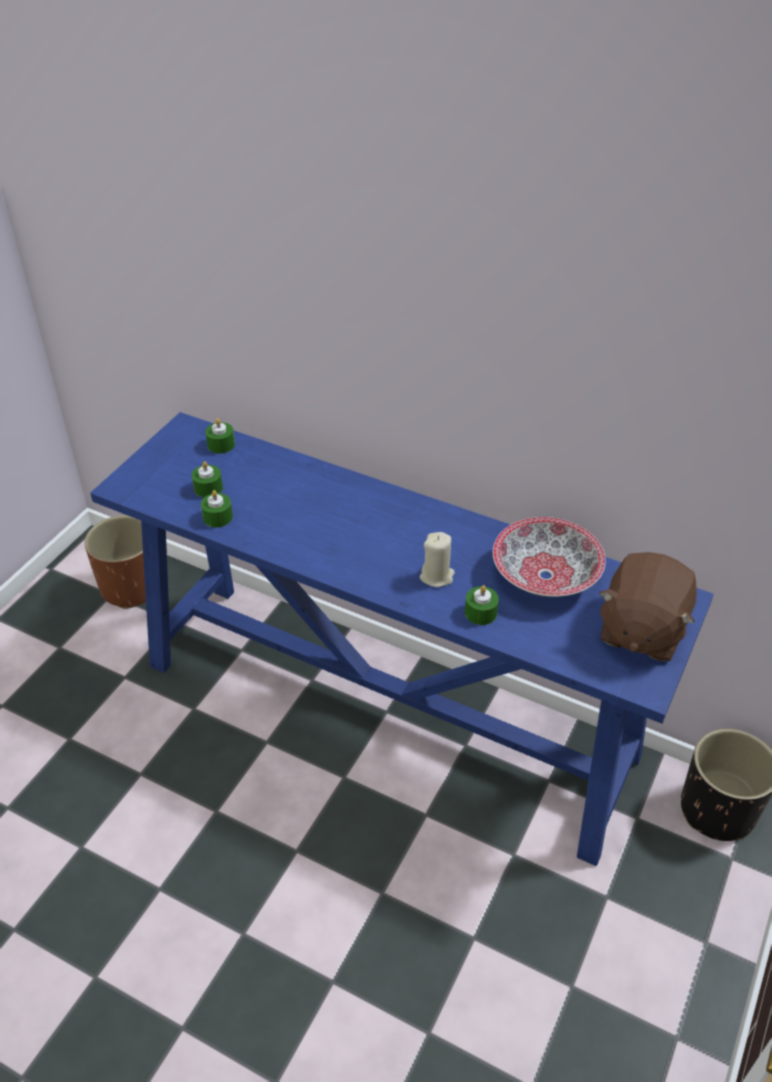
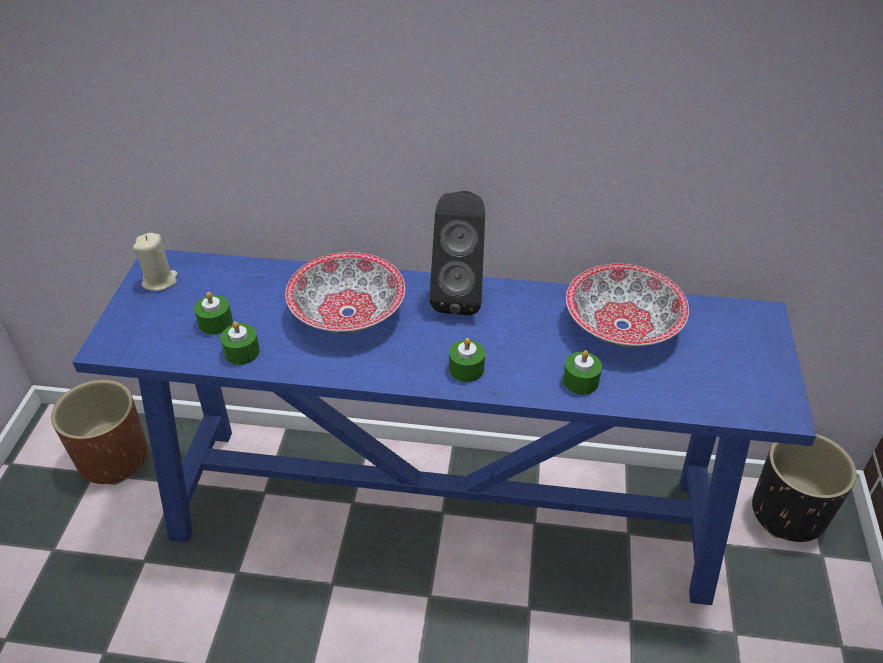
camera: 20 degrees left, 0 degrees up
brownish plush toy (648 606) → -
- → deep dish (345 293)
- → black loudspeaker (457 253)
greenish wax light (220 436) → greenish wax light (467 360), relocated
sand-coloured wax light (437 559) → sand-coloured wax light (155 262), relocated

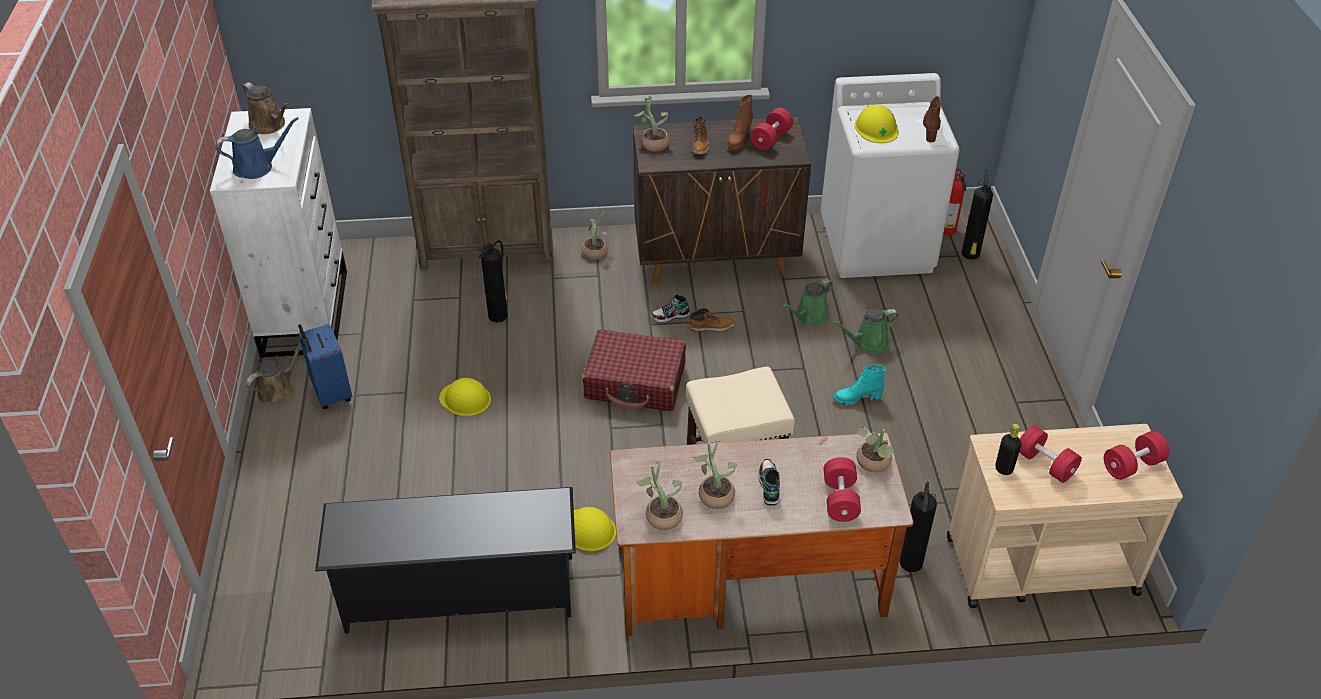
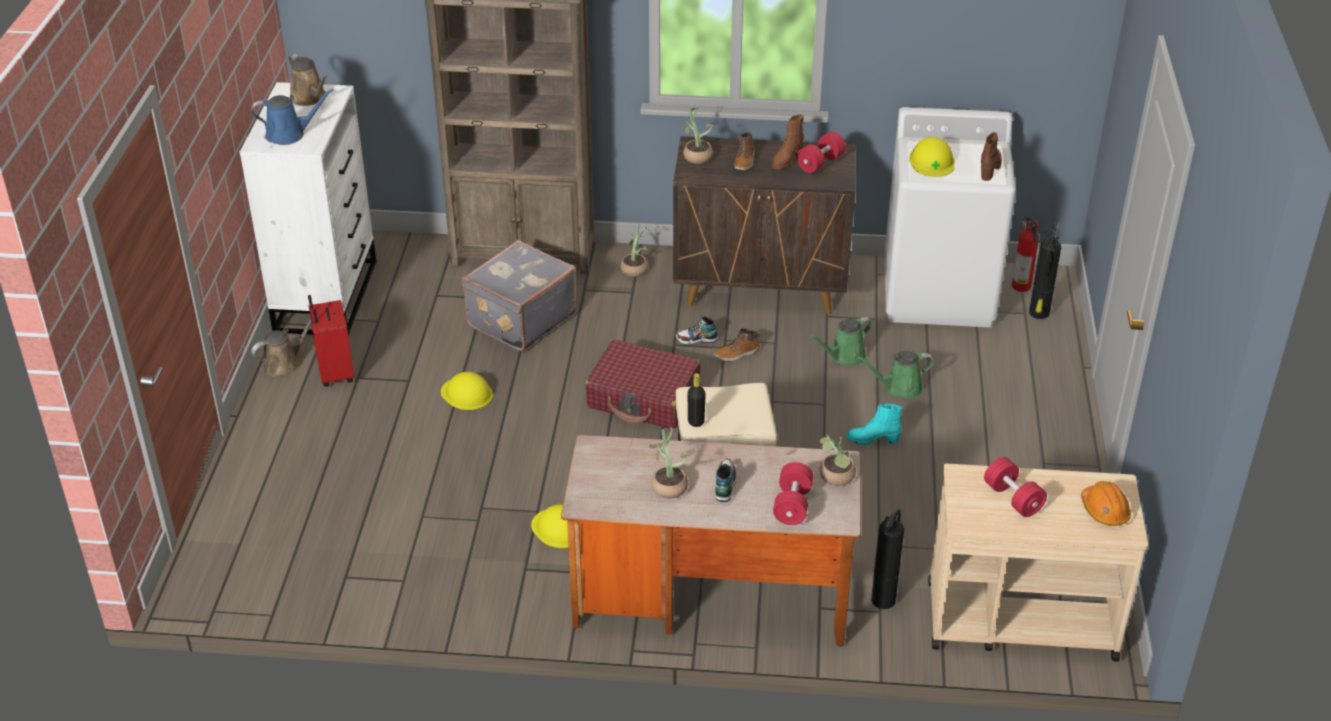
camera: 10 degrees right, 5 degrees down
black shoe shelf (445 560) → -
potted plant (660 495) → -
black drink bottle (1008 449) → black drink bottle (697 400), relocated
fire-fighting cylinder (493 281) → grey piece of luggage (519 295)
red-coloured free weight (1137 455) → orangey hard hat (1106 503)
bluish piece of luggage (325 366) → red-coloured piece of luggage (331 341)
tall boot (712 320) → tall boot (737 344), 150 degrees clockwise

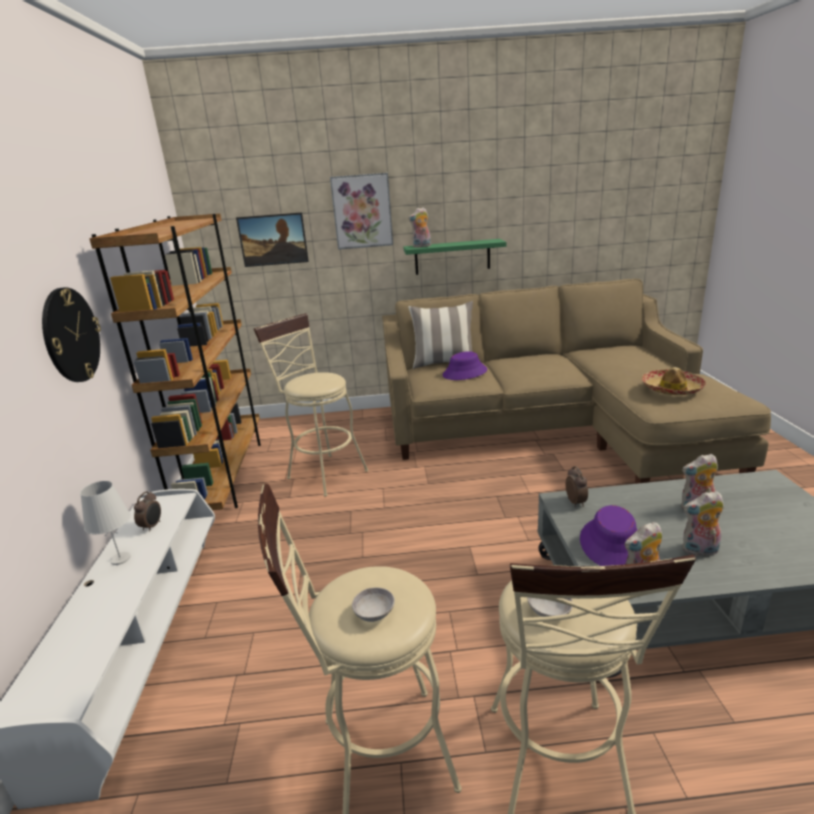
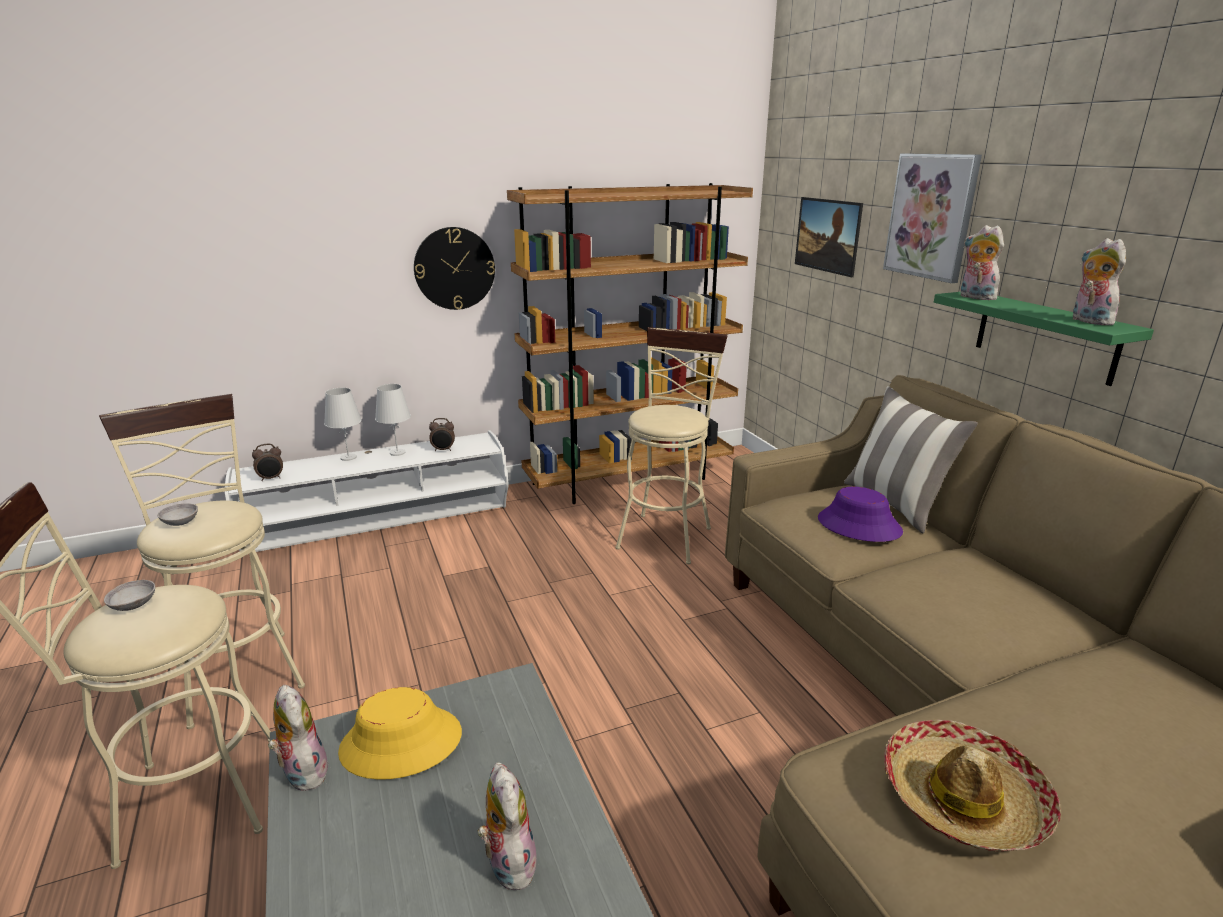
camera: 70 degrees right, 0 degrees up
- → whitish tabletop lamp (343 424)
bedside clock (577 486) → bedside clock (267 462), relocated
plush toy (703 523) → plush toy (1099 281), relocated
purple-coloured clothing hat (609 535) → yellowish clothing hat (400 733)

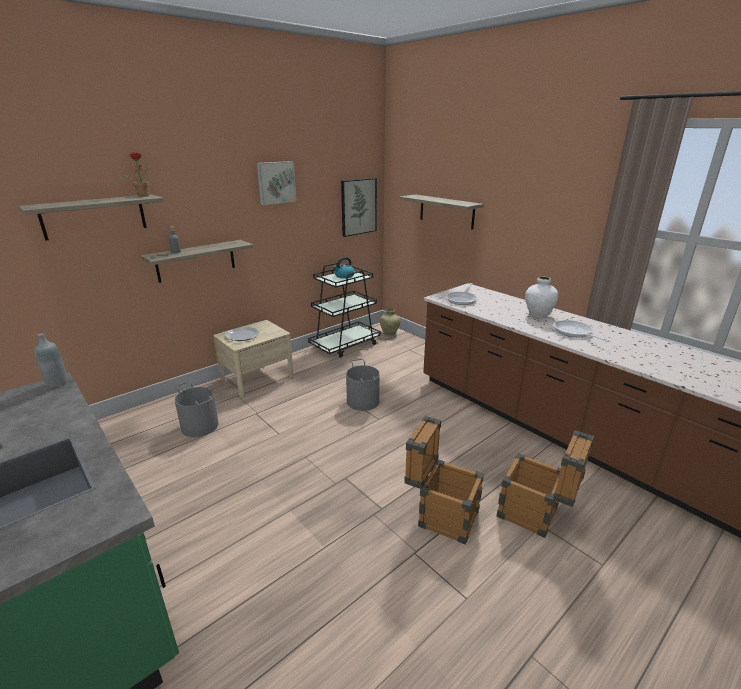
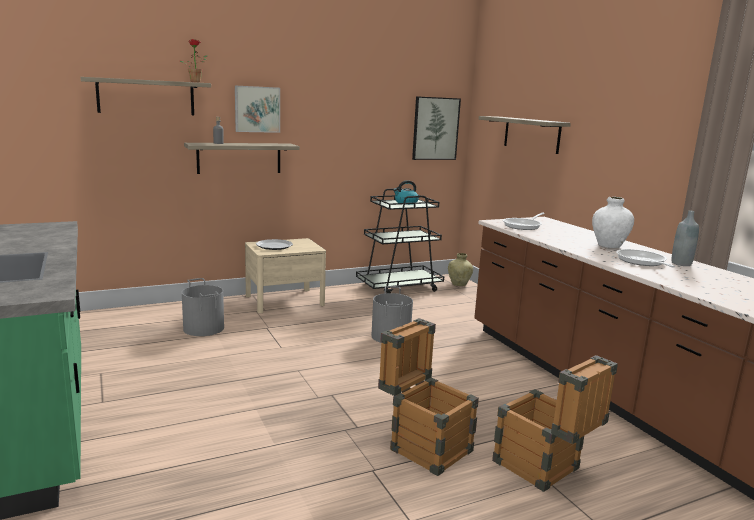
camera: 15 degrees right, 10 degrees down
grey drink bottle (51 360) → grey drink bottle (685 238), relocated
picture (276 183) → picture (257 109), relocated

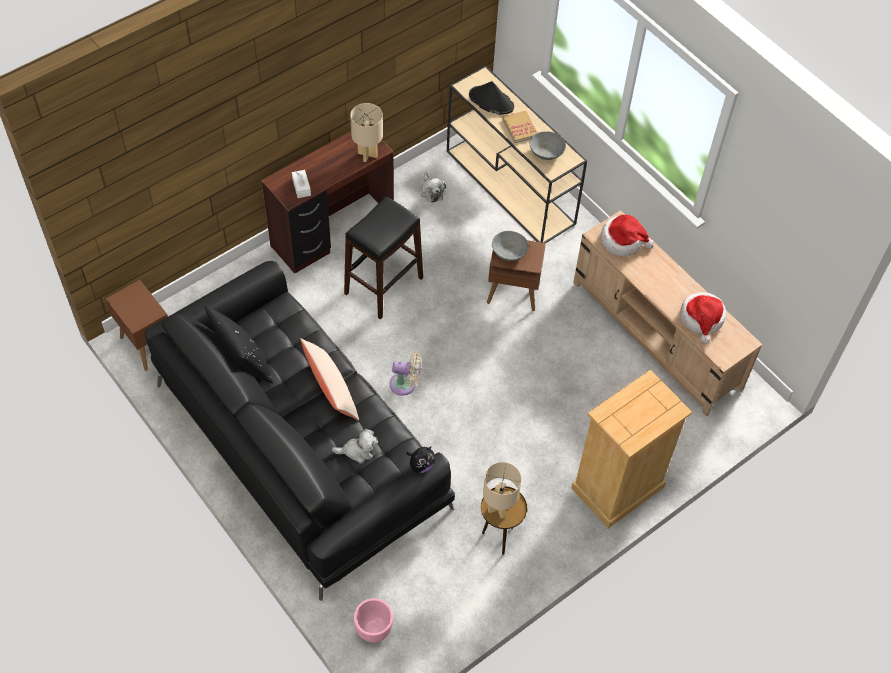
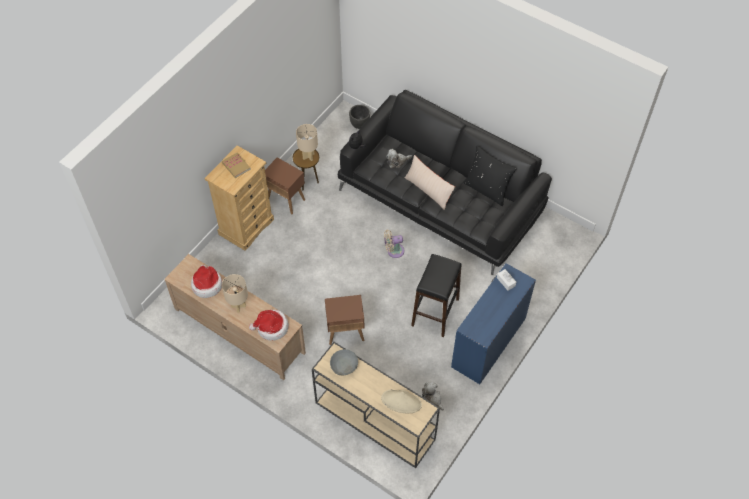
camera: 165 degrees right, 0 degrees up
grey deep dish (510 246) → -
brownish side table (137 325) → brownish side table (285 185), relocated
sand-coloured tabletop lamp (366 132) → sand-coloured tabletop lamp (235 293), relocated
bound book (520 127) → bound book (236 165), relocated
brownish desk unit (328 199) → bluish desk unit (493 323)
pink-coloured flower pot (373 620) → black flower pot (359 117)
black clothing hat (491 98) → sand-coloured clothing hat (401 401)

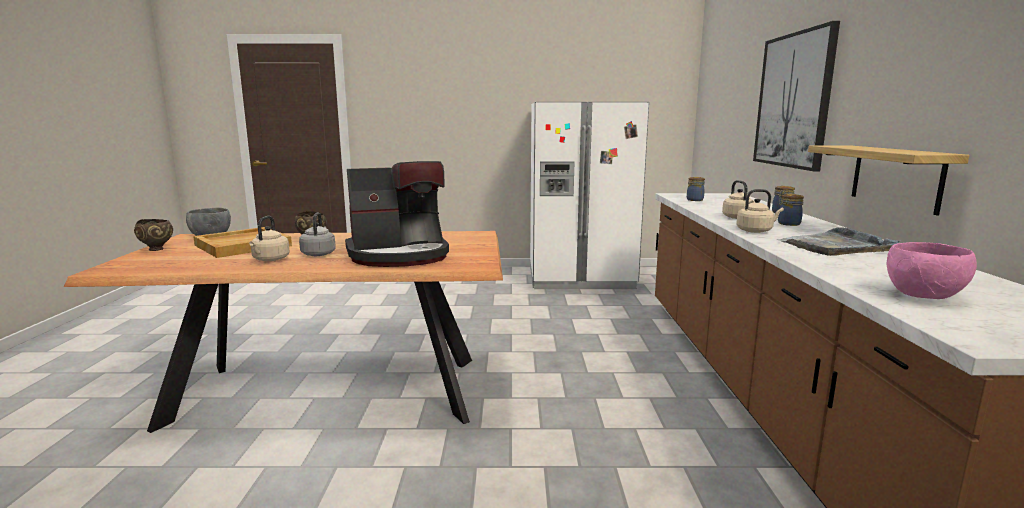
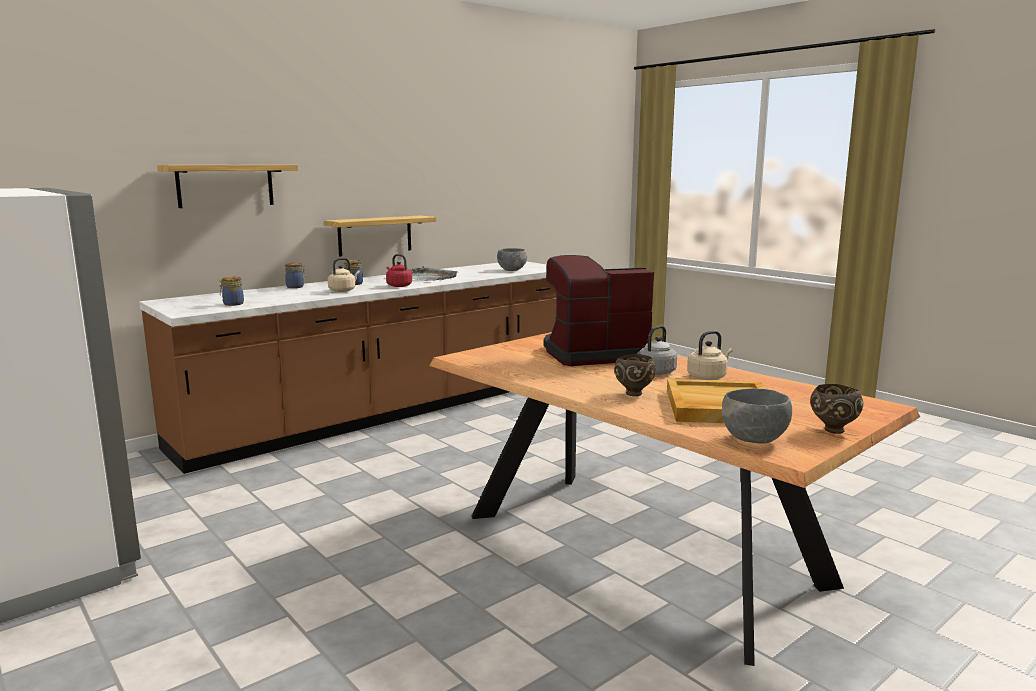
camera: 130 degrees left, 0 degrees up
picture (796 96) → wall shelf (227 186)
sand-coloured water kettle (760 211) → red-coloured water kettle (399 270)
pink-coloured deep dish (932 270) → grey deep dish (512 259)
coffee machine (397 214) → coffee machine (599 310), 45 degrees counterclockwise

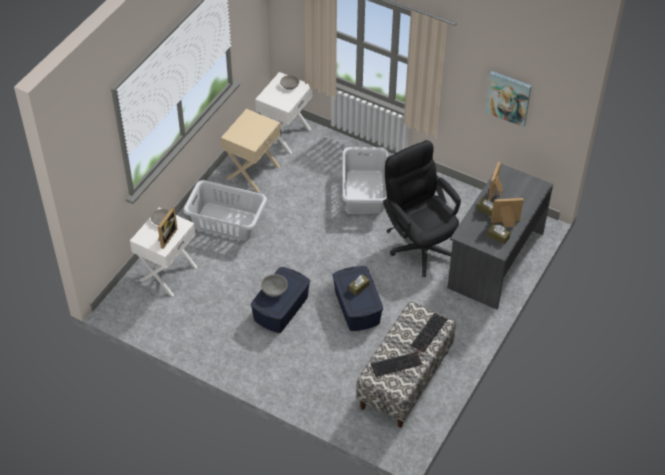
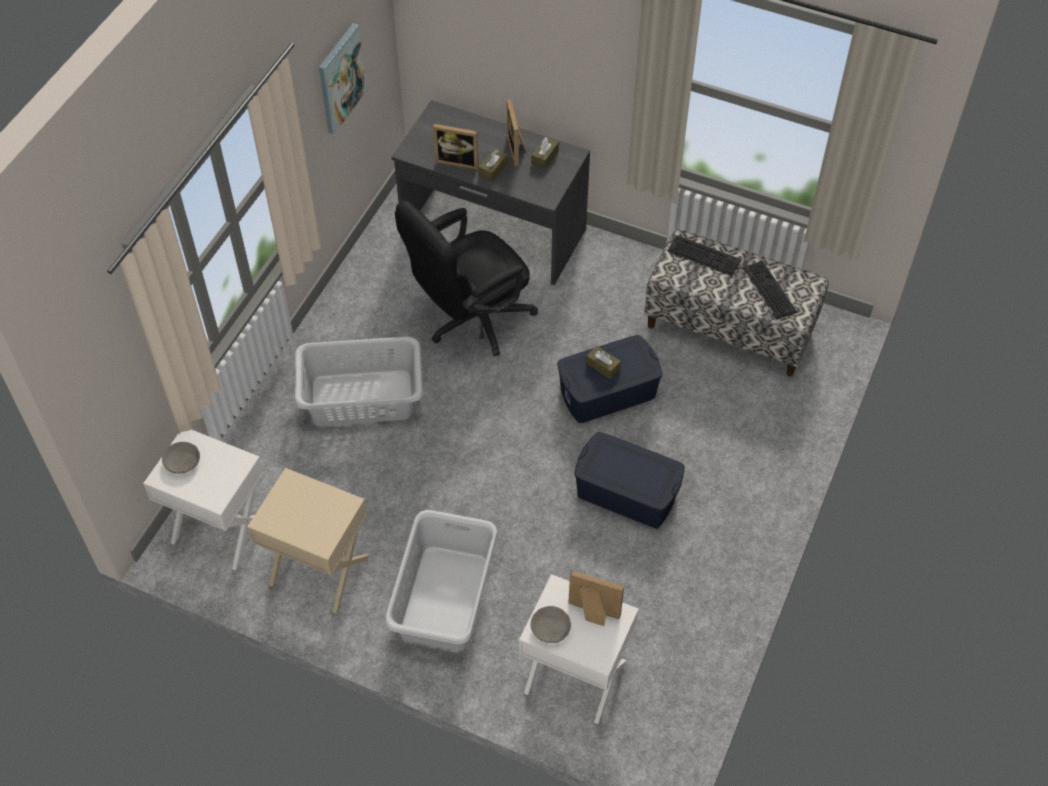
camera: 95 degrees left, 5 degrees up
grey deep dish (274 285) → -

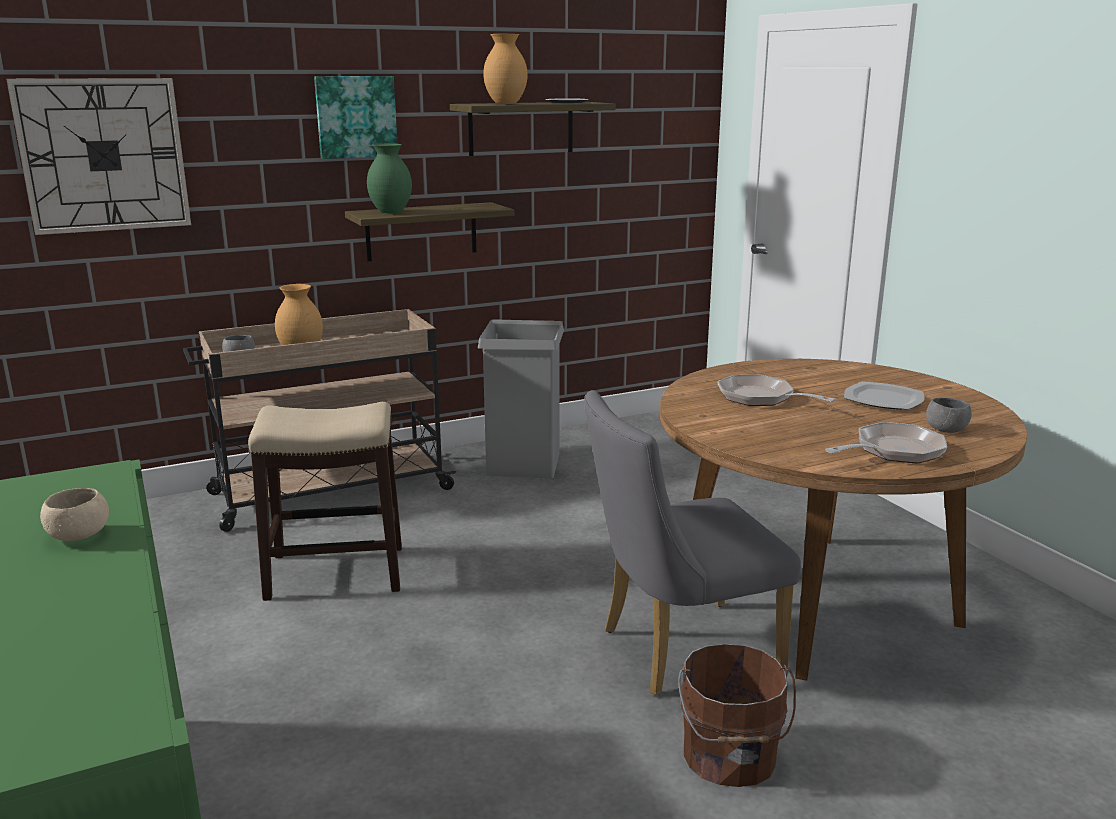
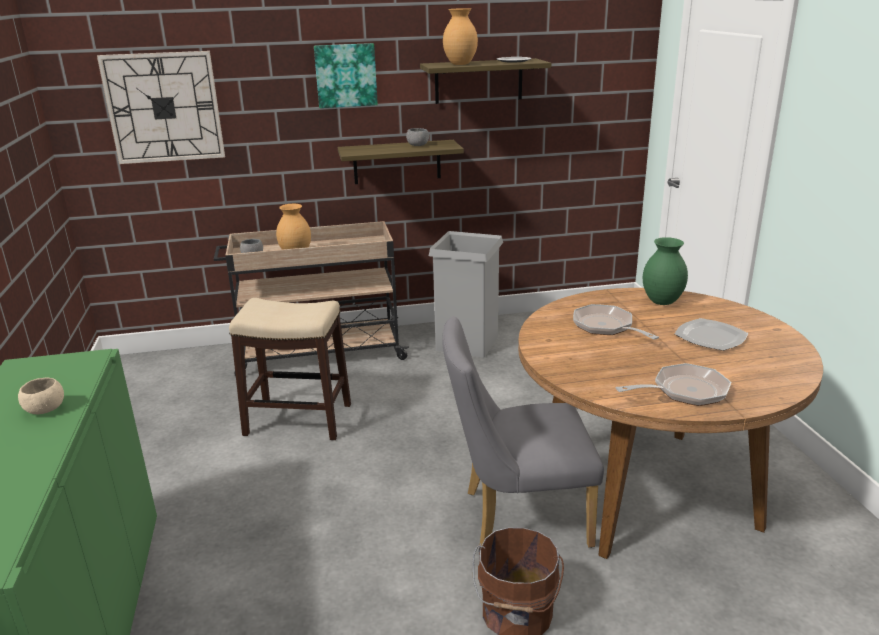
camera: 15 degrees right, 5 degrees up
greenish decorative vase (389 178) → greenish decorative vase (665 271), relocated
grey deep dish (949 415) → grey deep dish (417 137), relocated

